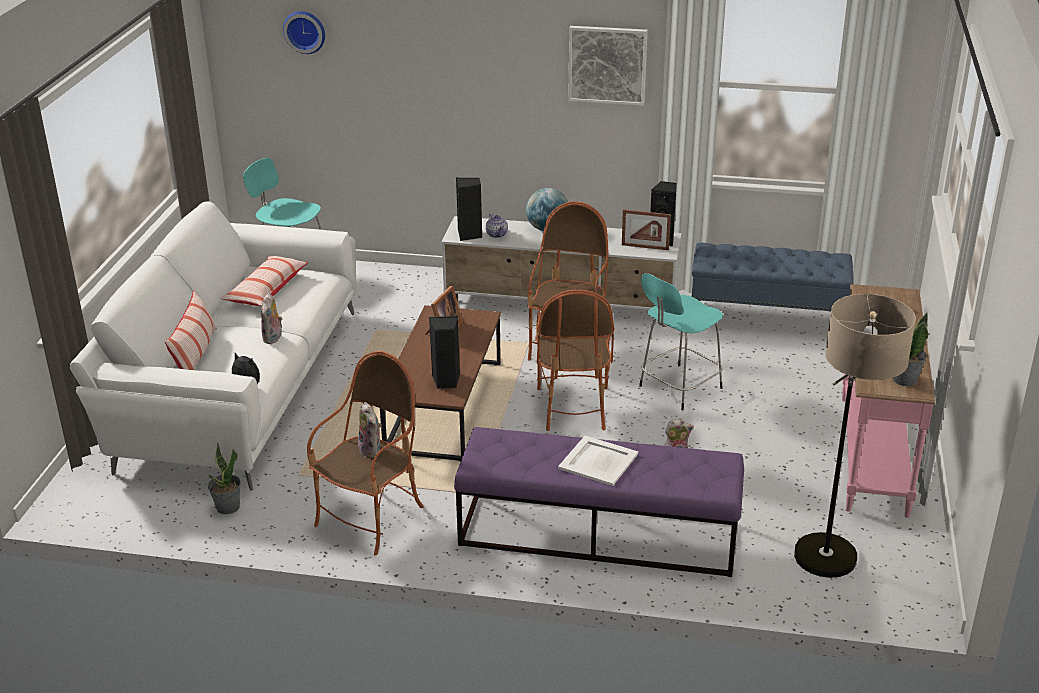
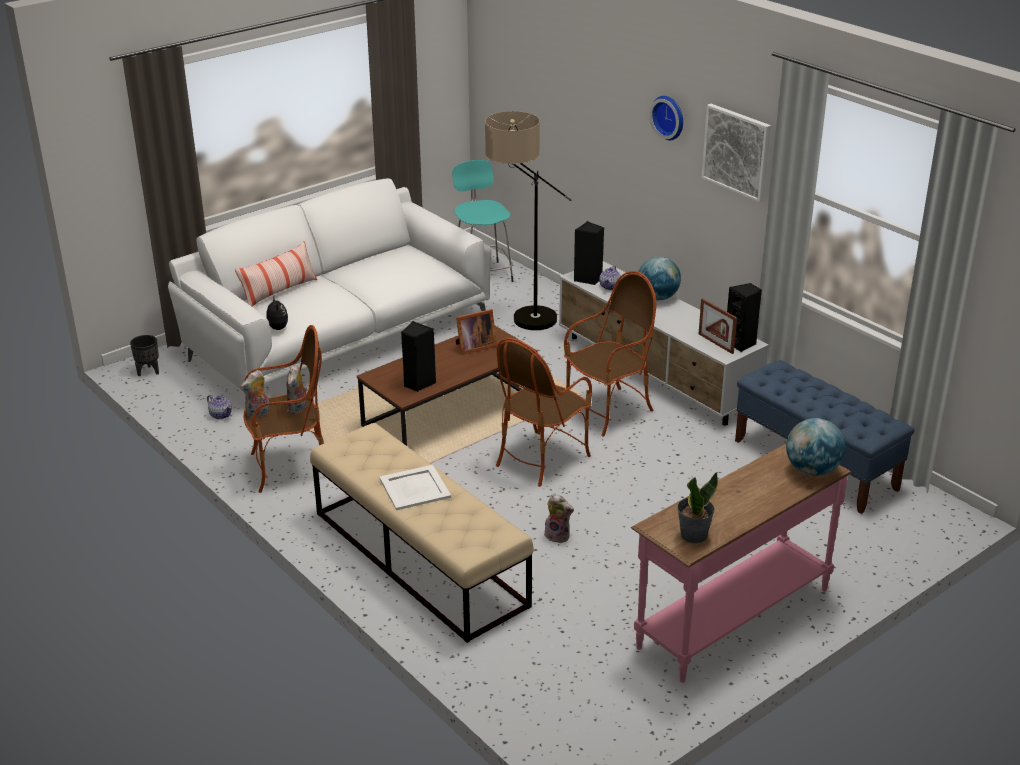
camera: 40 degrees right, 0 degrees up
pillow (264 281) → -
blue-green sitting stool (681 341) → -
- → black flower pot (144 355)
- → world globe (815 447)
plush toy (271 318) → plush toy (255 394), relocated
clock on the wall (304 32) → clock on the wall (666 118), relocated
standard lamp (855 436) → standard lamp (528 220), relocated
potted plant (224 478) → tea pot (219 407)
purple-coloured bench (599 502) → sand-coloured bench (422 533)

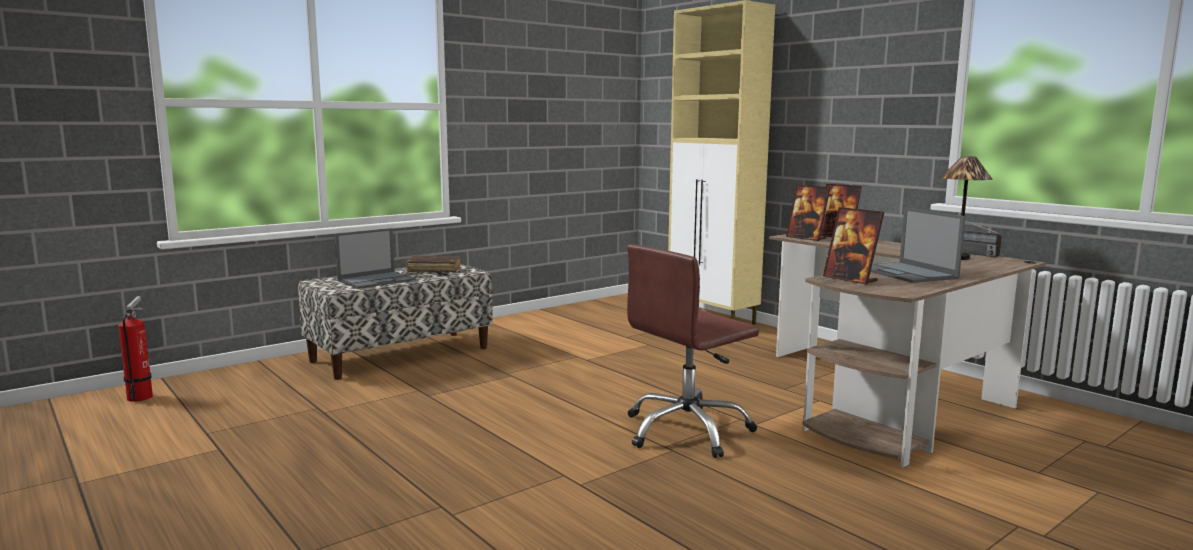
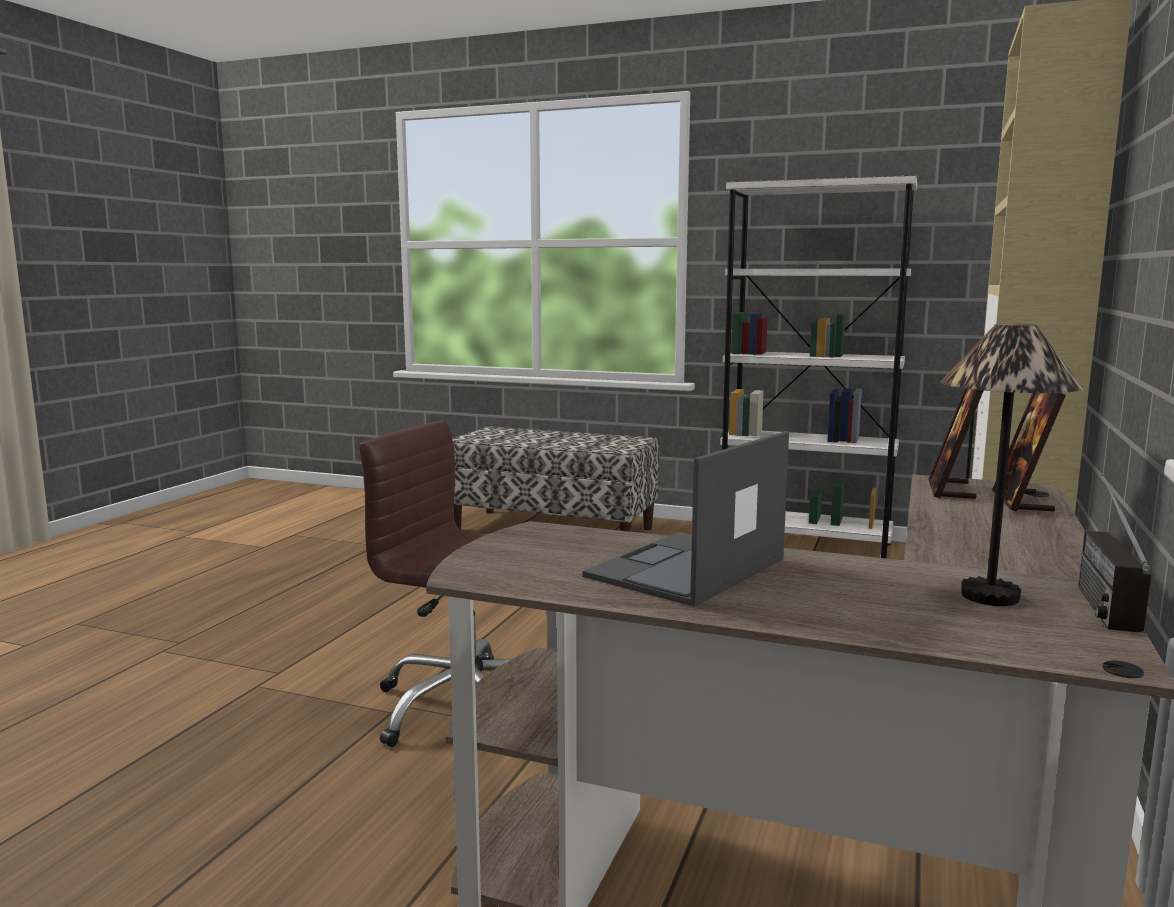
camera: 60 degrees right, 0 degrees up
fire-fighting cylinder (135 349) → -
portable computer (375 258) → -
brownish bound book (433 263) → -
photo frame (853 246) → -
- → whitish bookshelf (818 367)

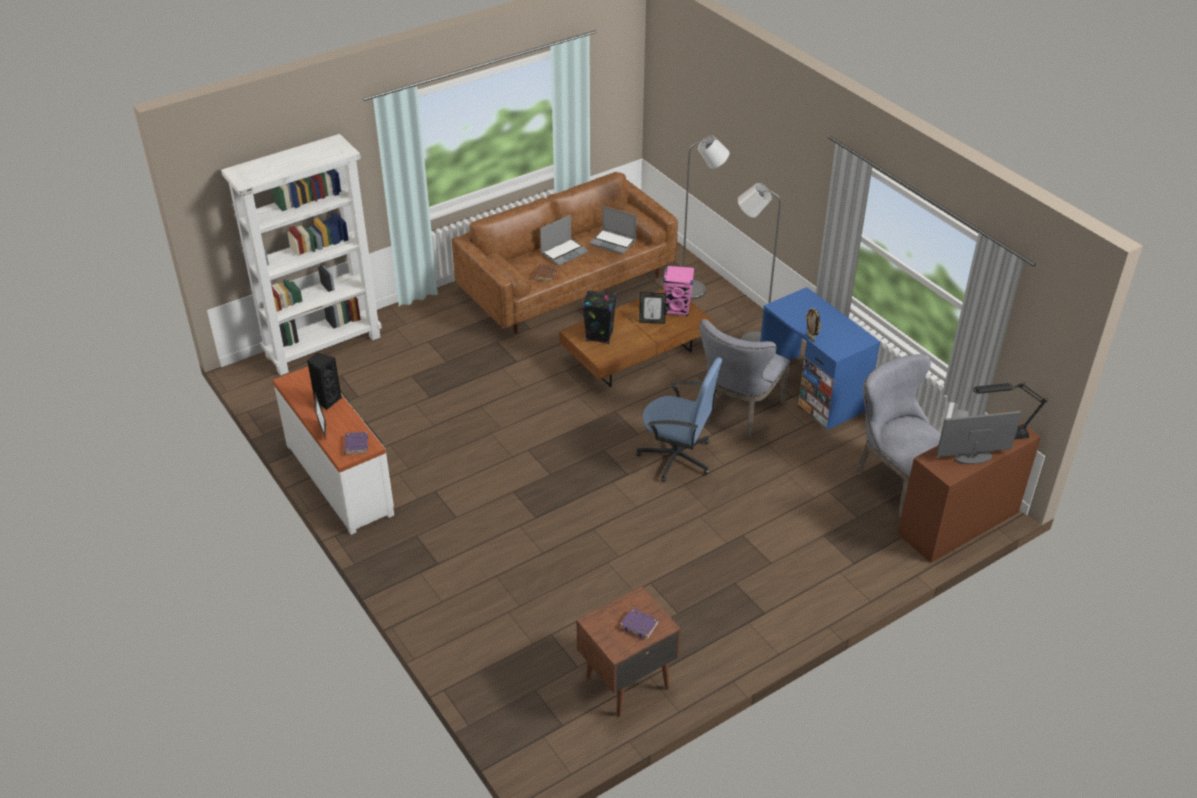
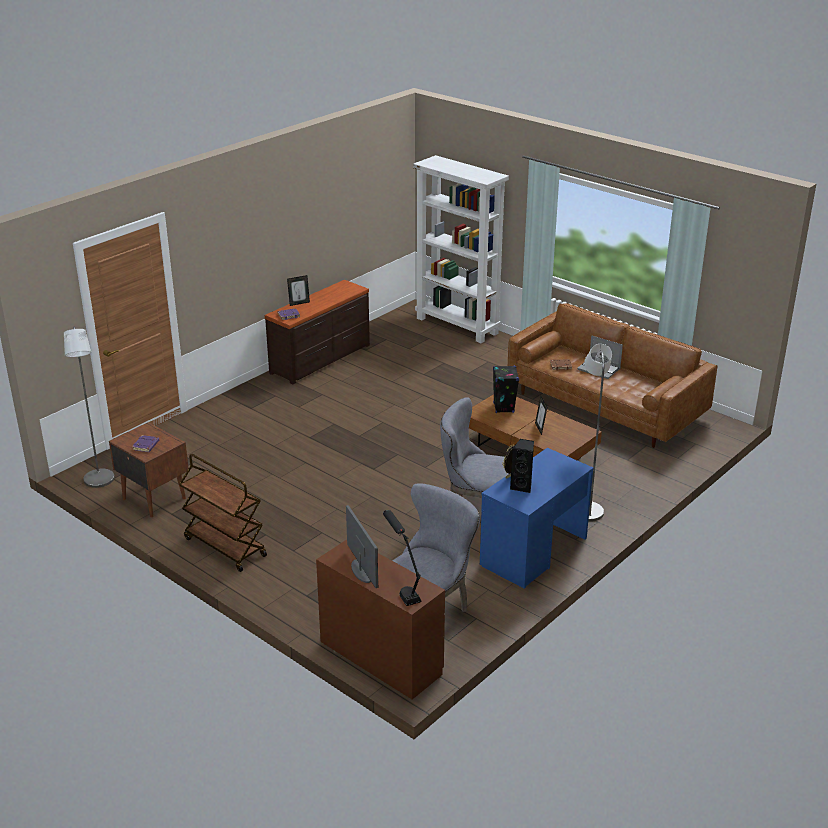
camera: 75 degrees right, 10 degrees down
portable computer (612 230) → -
bluish office chair (679 420) → -
pink-coloured loudspeaker (679 290) → -
- → brownish trolley (223 513)
black loudspeaker (324 381) → black loudspeaker (522 466), relocated
grey standard lamp (706 217) → grey standard lamp (89 407), relocated
whitish drawer chest (333 451) → brownish drawer chest (317 332)

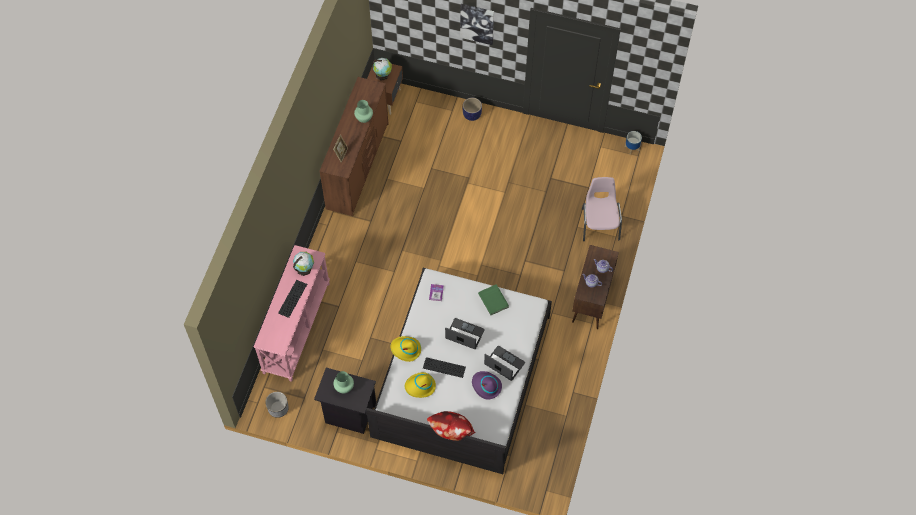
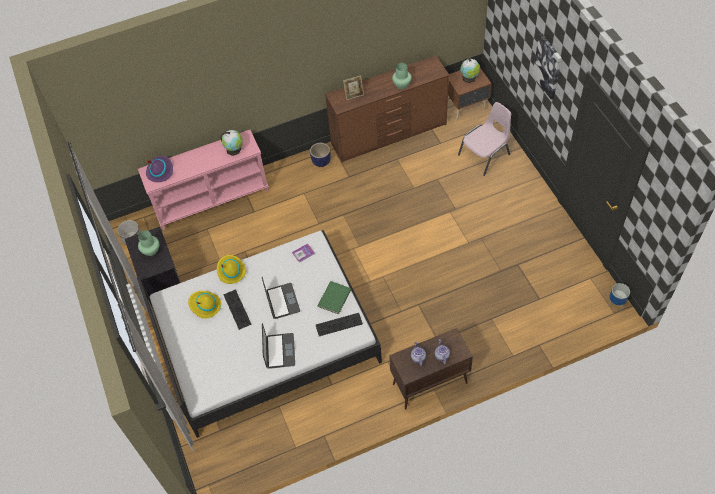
camera: 55 degrees right, 5 degrees down
pillow (451 426) → -
keyboard (292 299) → keyboard (339 324), relocated
flower pot (472 109) → flower pot (320 155), relocated
purple-coloured clothing hat (487 385) → purple-coloured clothing hat (159 169), relocated
pink-coloured upright chair (602 209) → pink-coloured upright chair (484 139), relocated

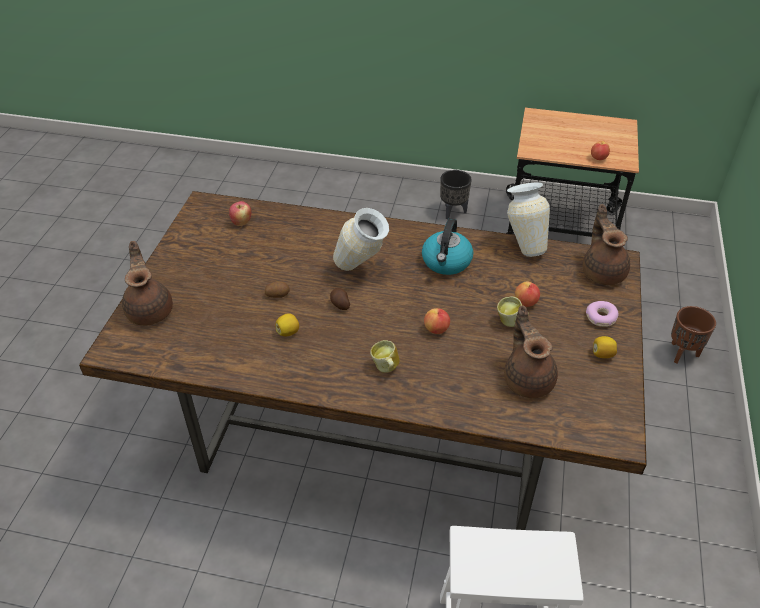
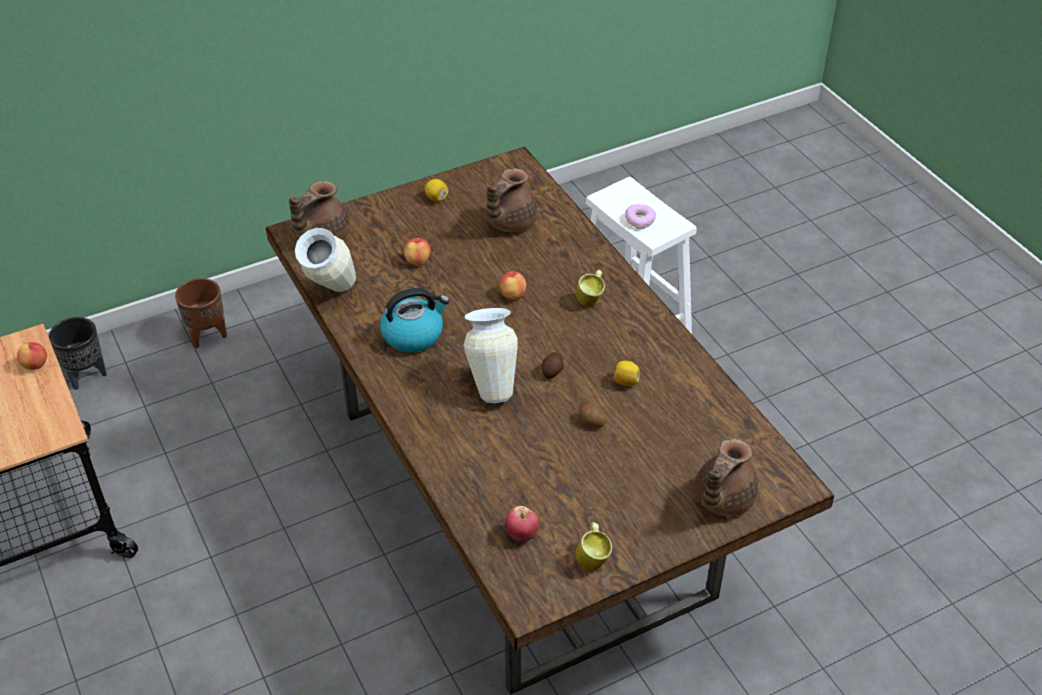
camera: 130 degrees left, 0 degrees up
black flower pot (456 194) → black flower pot (78 353), relocated
tea mug (513 311) → tea mug (594 546), relocated
ring doughnut (602 314) → ring doughnut (640 216), relocated

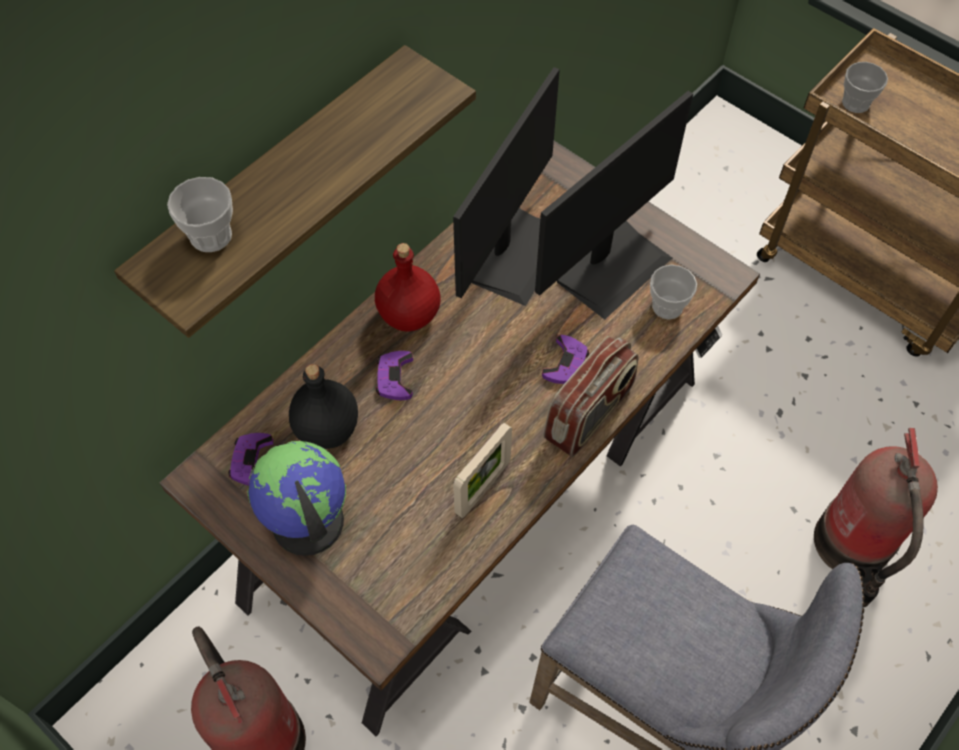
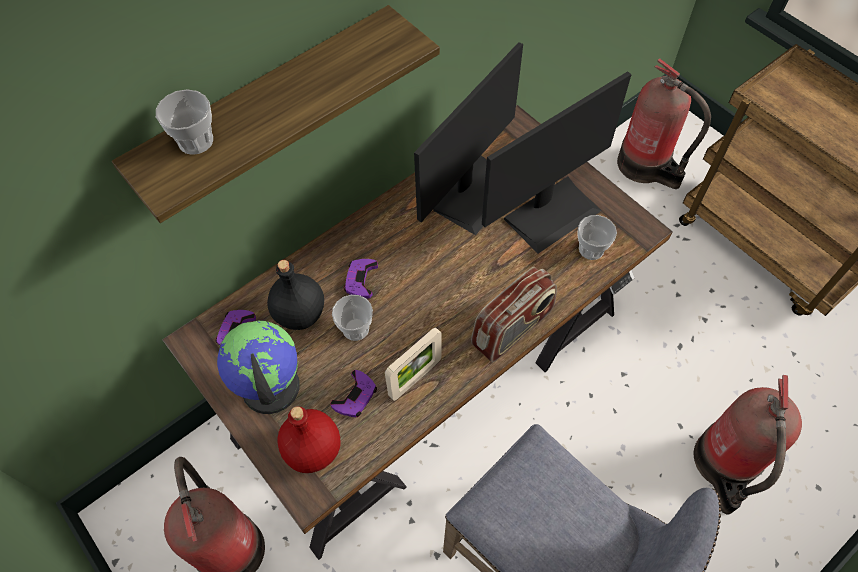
camera: 10 degrees right, 0 degrees up
- → fire-fighting cylinder (664 123)
red-coloured drink bottle (408 287) → red-coloured drink bottle (309 439), relocated
purple-coloured game controller (565 359) → purple-coloured game controller (353 393), relocated
drinking cup (865 87) → drinking cup (352 318), relocated

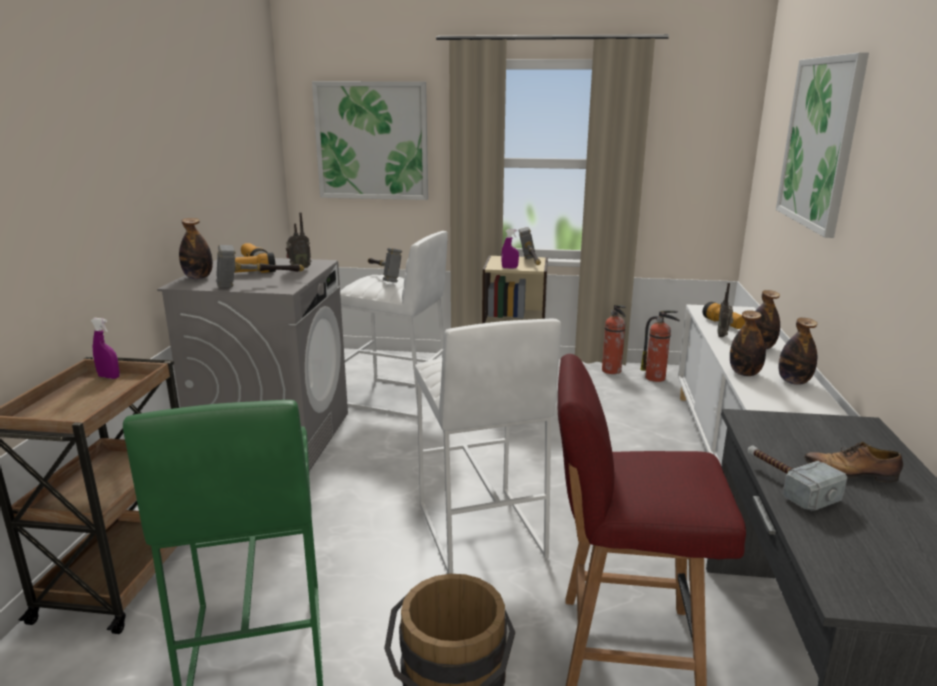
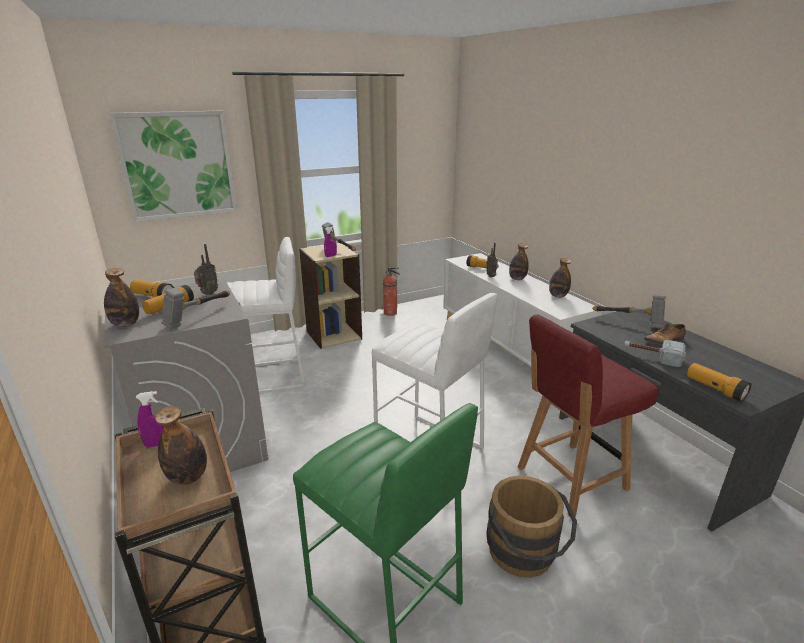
camera: 35 degrees left, 5 degrees up
fire-fighting cylinder (660 346) → -
picture (822 145) → -
- → torch (719 382)
hand hammer (385 265) → hand hammer (629 311), relocated
drink bottle (748 343) → drink bottle (181 445), relocated

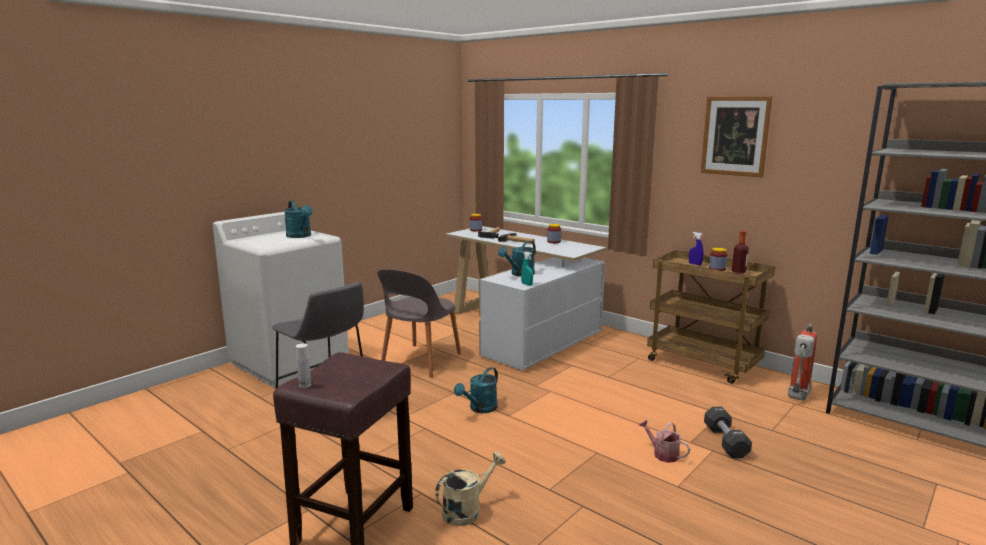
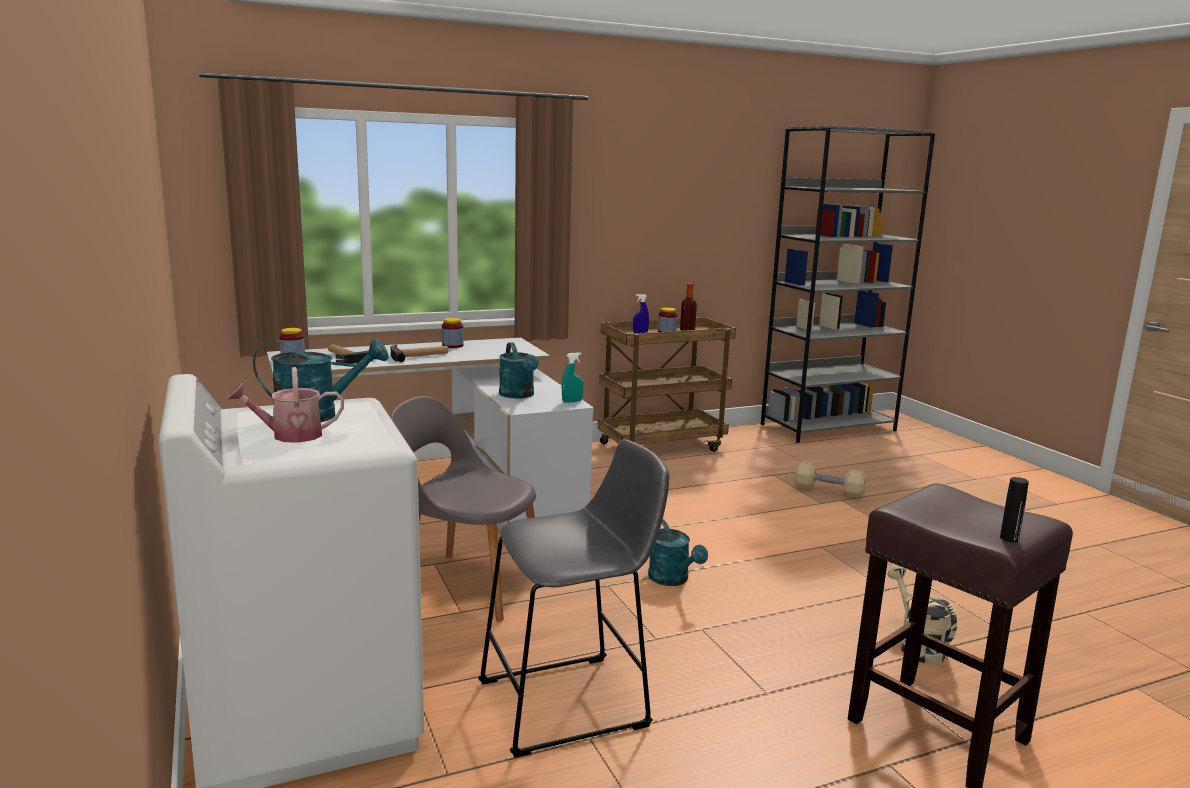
camera: 65 degrees left, 0 degrees up
picture (737 136) → -
fire-fighting cylinder (802 362) → -
sprinkling can (664 441) → sprinkling can (285 405), relocated
whitish drink bottle (303 365) → black drink bottle (1014 509)
black free weight (728 432) → sand-coloured free weight (830 479)
grey upright chair (419 323) → grey upright chair (463 509), 150 degrees clockwise

